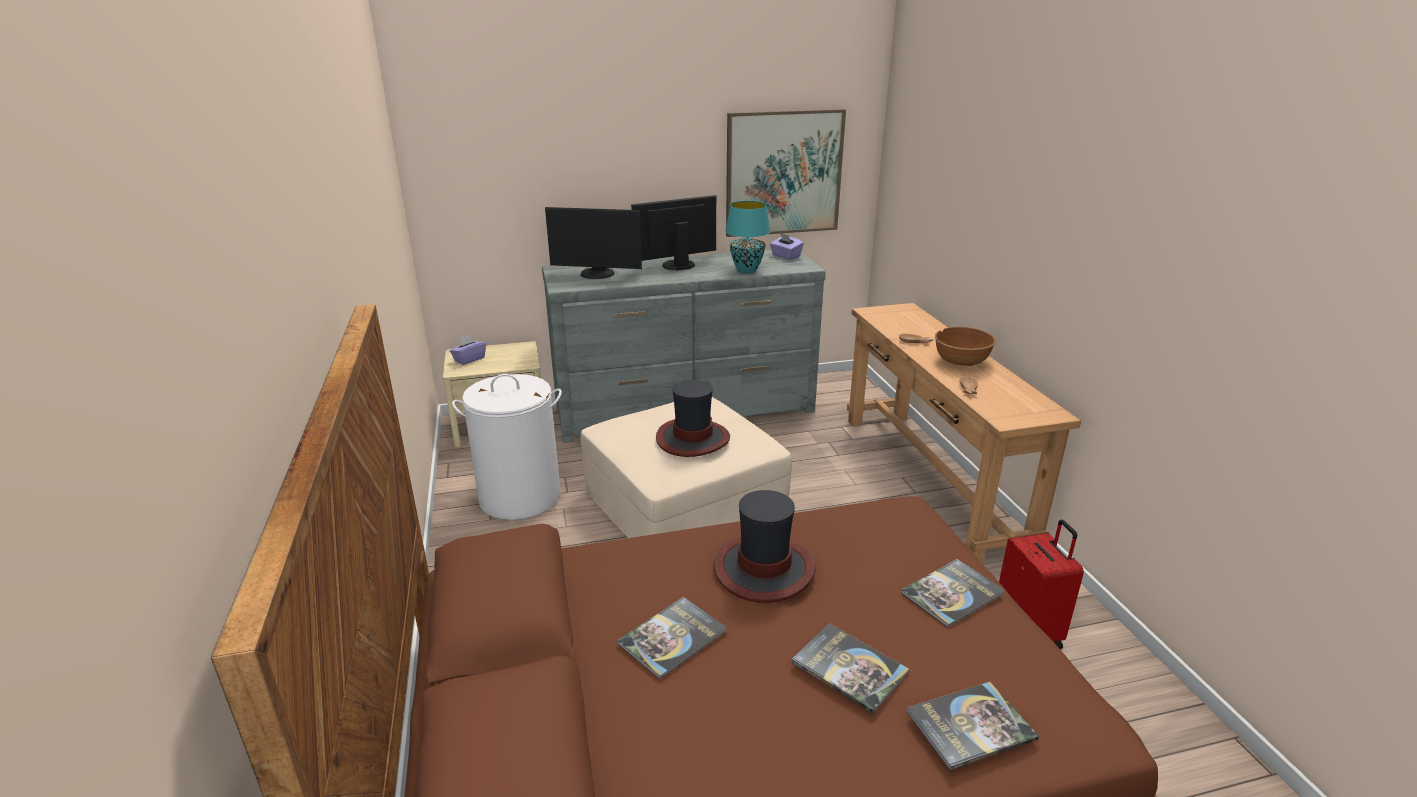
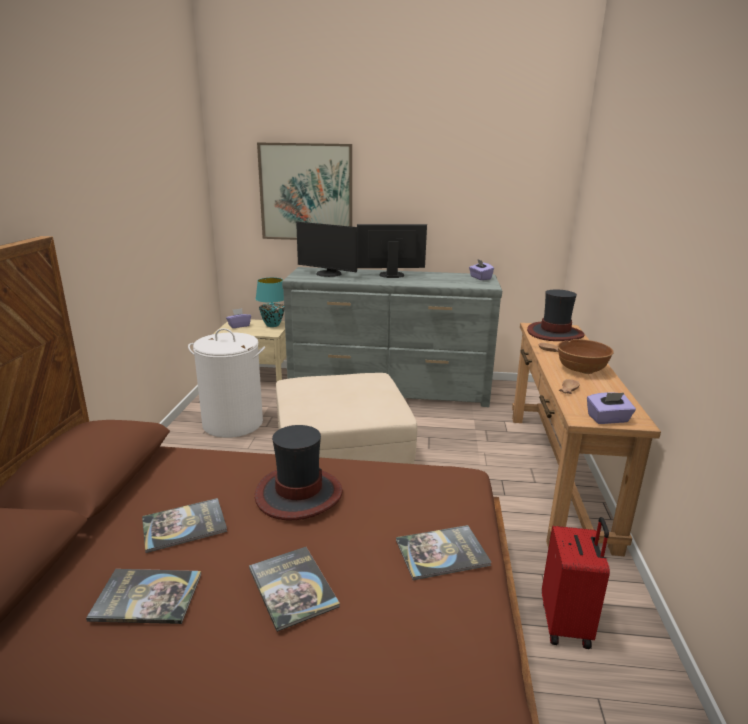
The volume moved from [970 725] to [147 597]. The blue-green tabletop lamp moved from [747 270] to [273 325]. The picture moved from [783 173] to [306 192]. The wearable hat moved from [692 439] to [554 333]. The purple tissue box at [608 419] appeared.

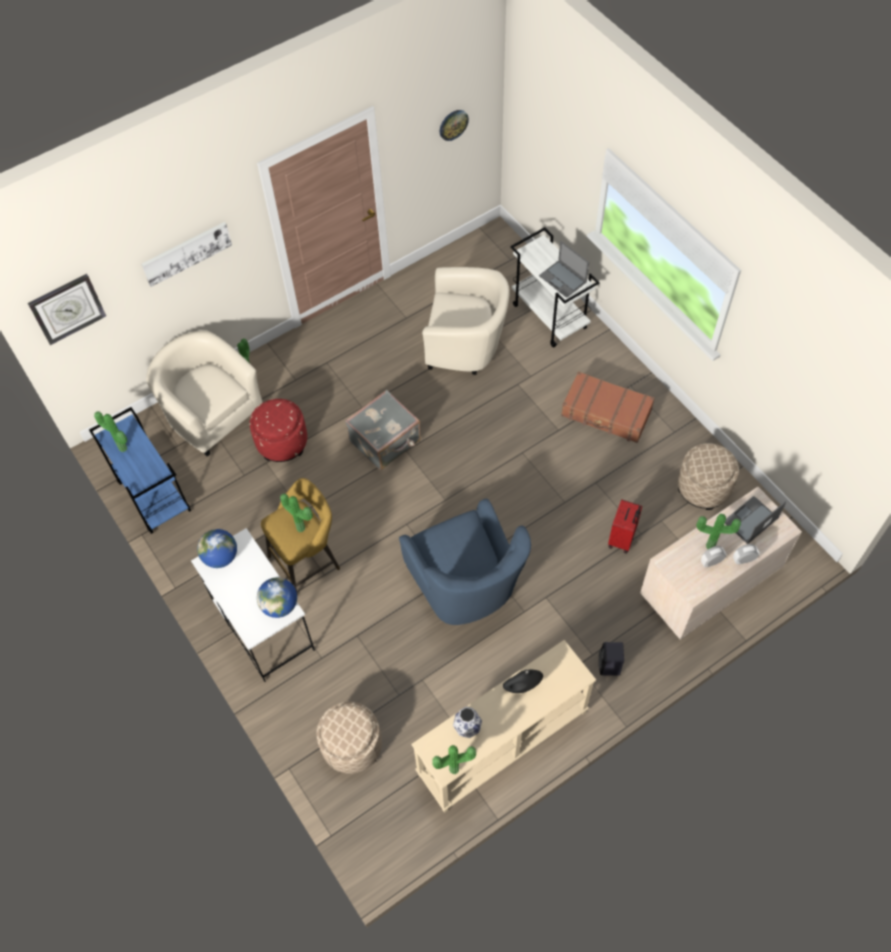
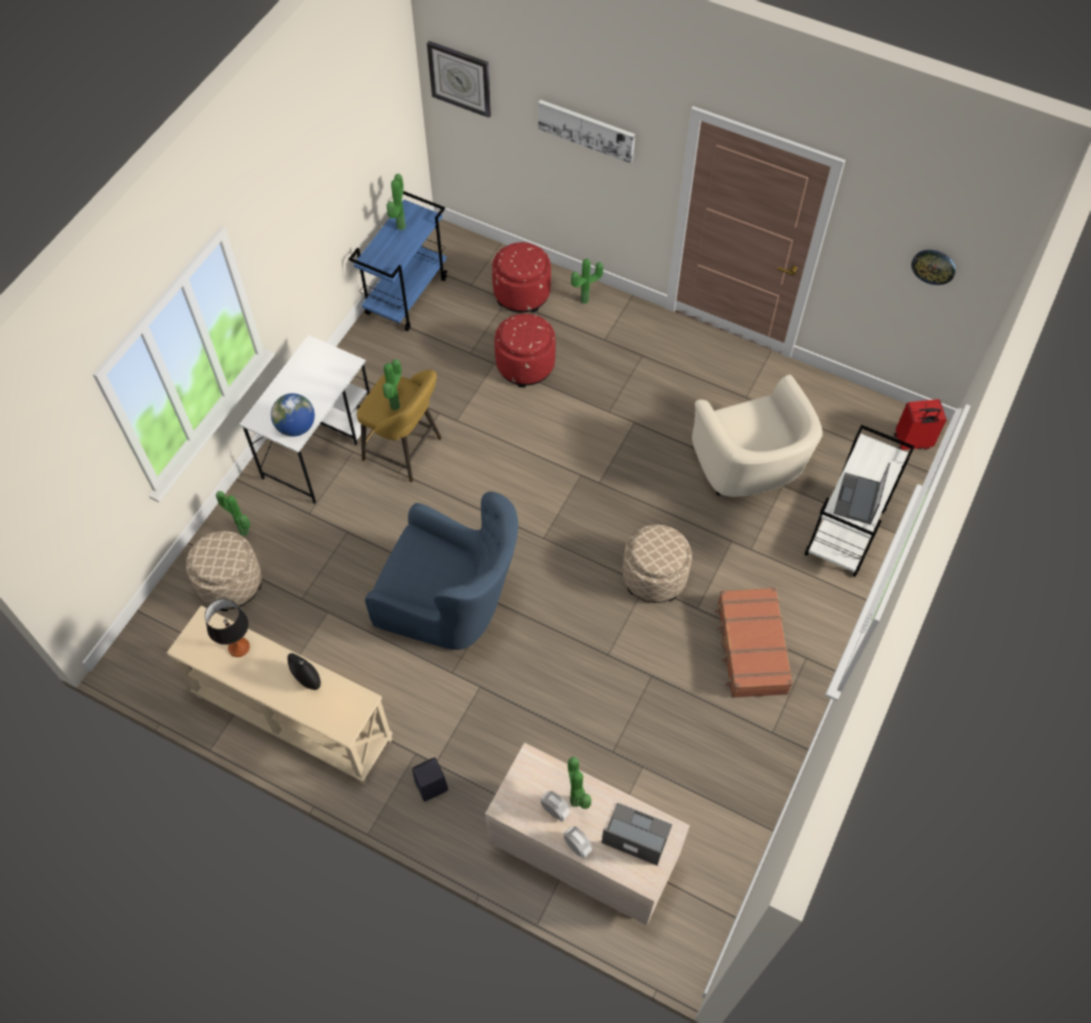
The flower vase at [467 727] was replaced by the tabletop lamp at [239 647]. The houseplant moved from [455 771] to [243 533]. The blue-coloured armchair at [466 587] turned 105 degrees counterclockwise. The beige-coloured armchair at [212 414] was replaced by the red-coloured ottoman at [522 293]. The beige-coloured ottoman moved from [703 487] to [654 577]. The red-coloured piece of luggage moved from [622 539] to [912 443]. The globe at [221 557] disappeared. The gray piece of luggage at [386 441] disappeared.

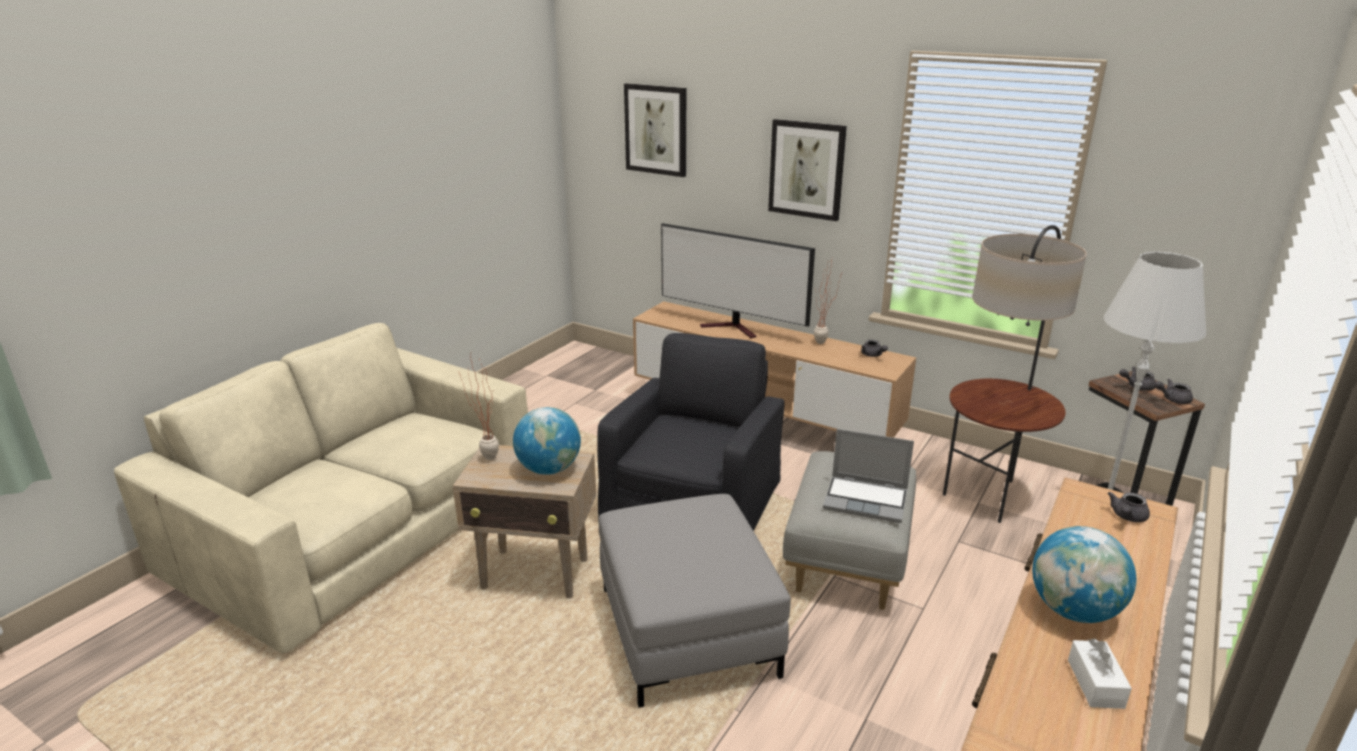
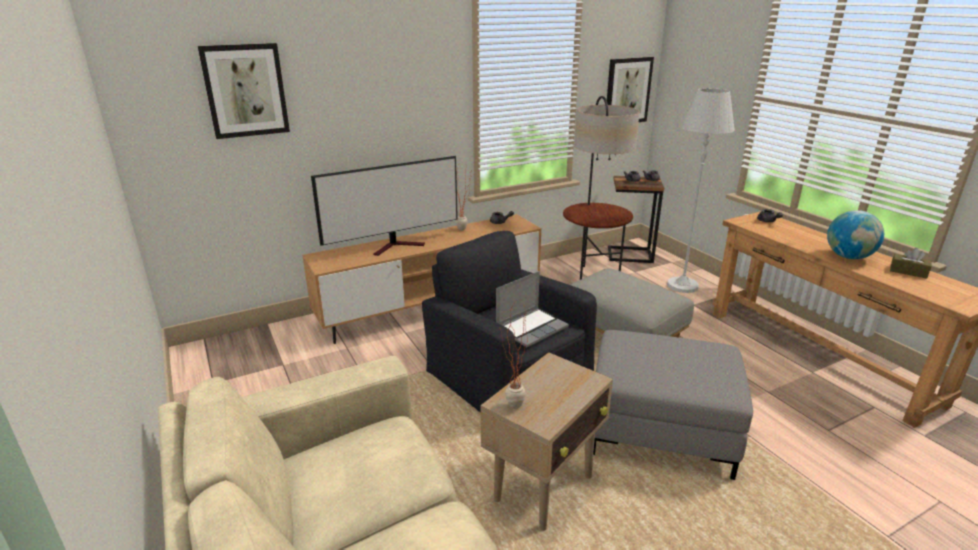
The notebook computer moved from [866 500] to [531 328]. The picture moved from [807 169] to [627 91]. The white tissue box at [1095 683] became the brown-coloured tissue box at [908 272]. The globe at [549 469] disappeared.

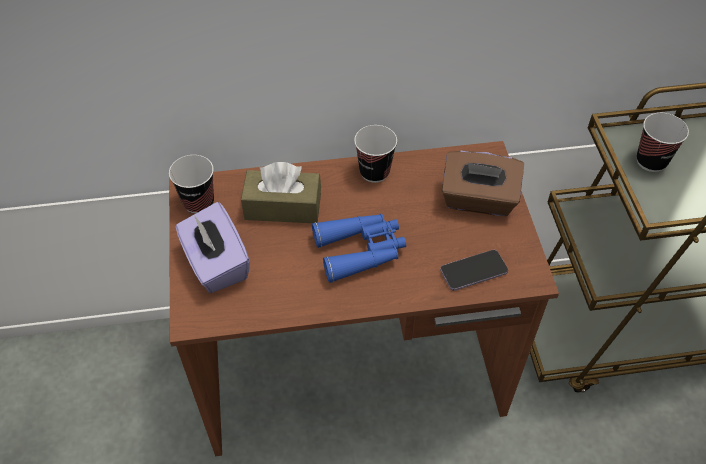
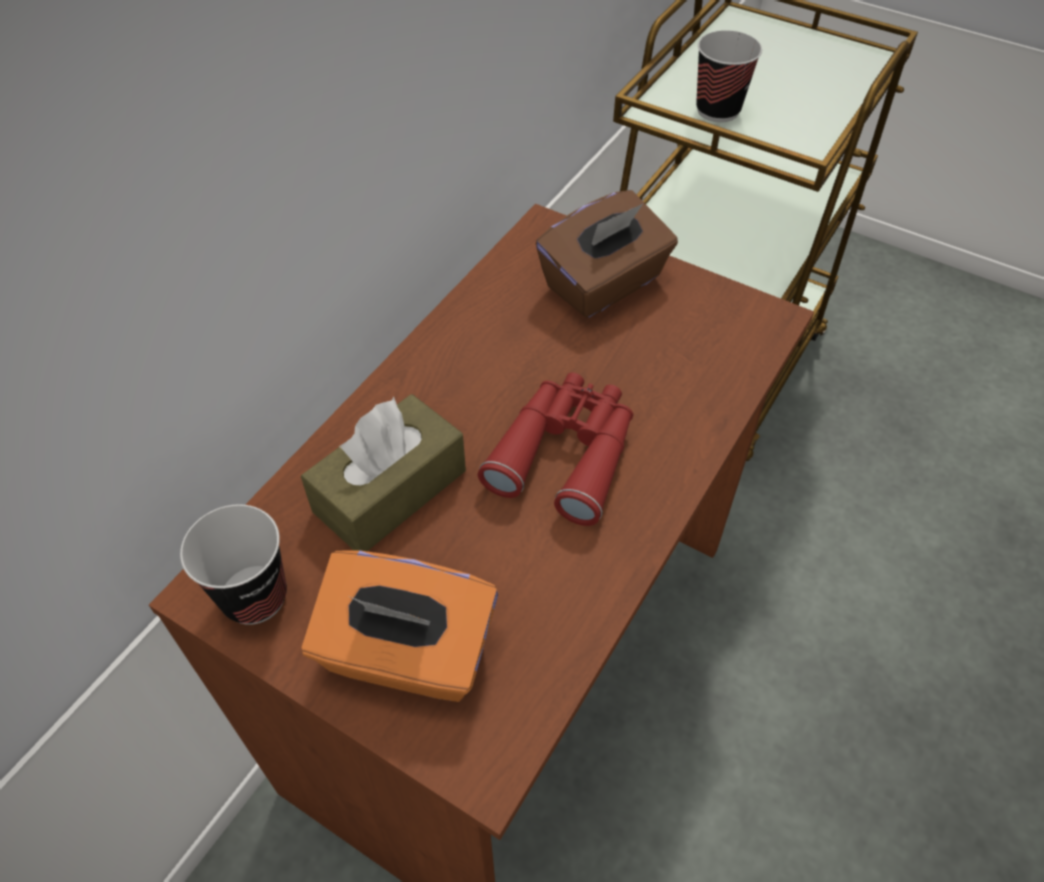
The purple tissue box at [216 264] became the orangey tissue box at [407 654]. The blue-coloured pair of binoculars at [360 250] became the red-coloured pair of binoculars at [565 453]. The drinking cup at [374 172] disappeared. The phone at [473 271] disappeared.

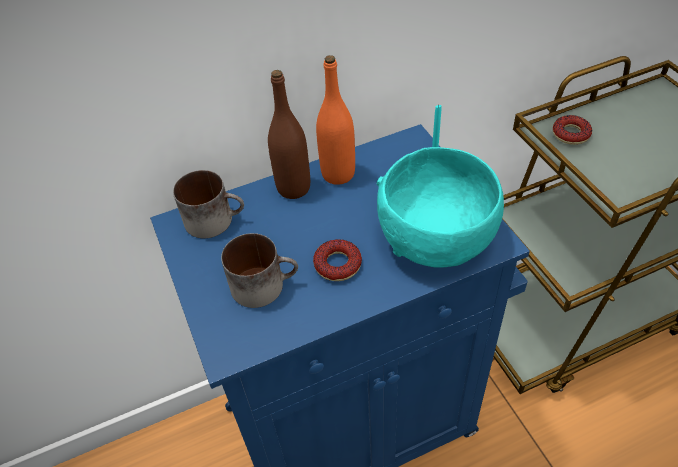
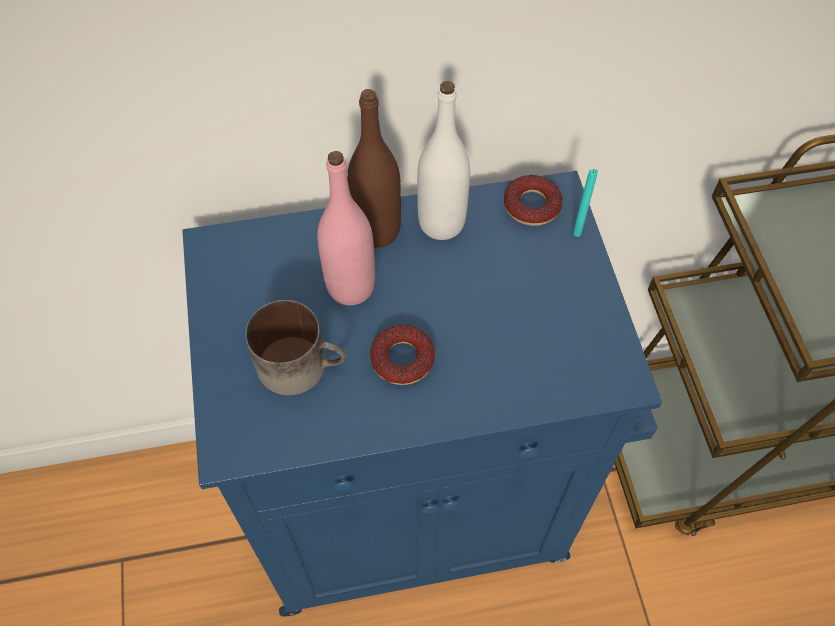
The pink-coloured bottle at [350 287] appeared. The orangey bottle at [338 174] became the white bottle at [441 223]. The donut moved from [571 134] to [532 205]. The coffee mug at [215 219] disappeared. The blue-green deep dish at [436 237] disappeared.

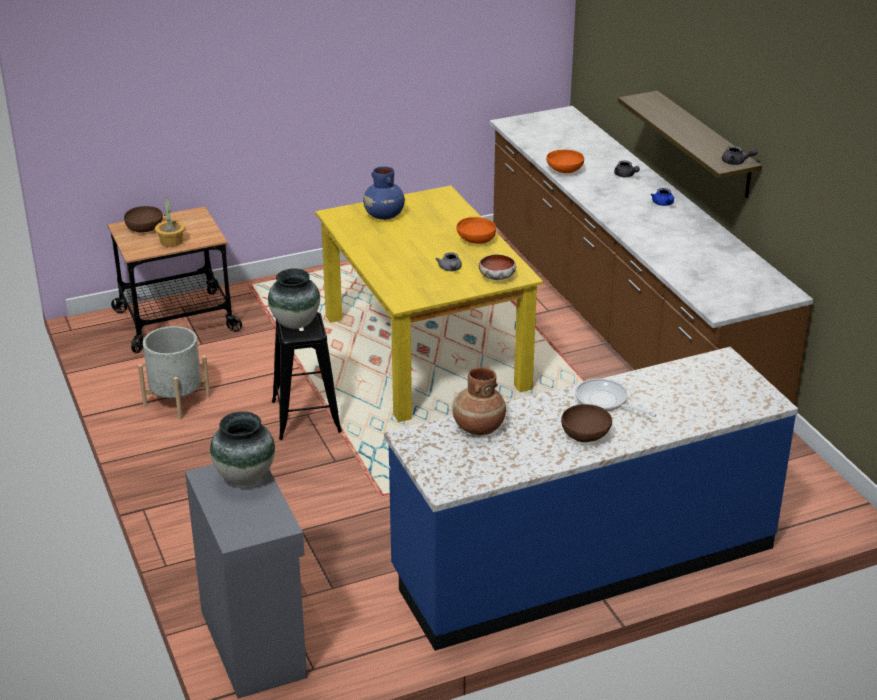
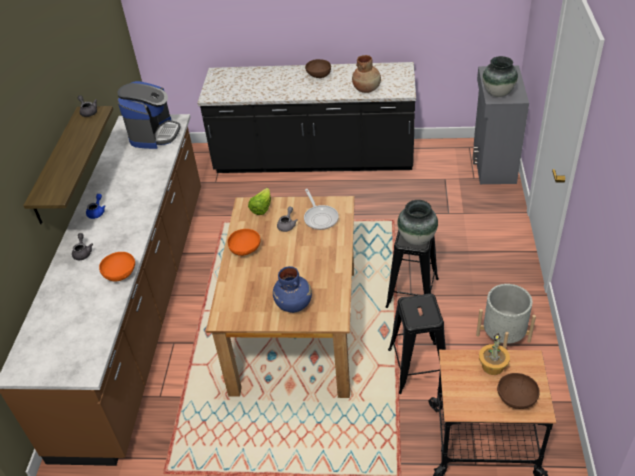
The coffee machine at [154 134] appeared. The blue-coloured counter at [583 561] became the black counter at [314 160]. The yellow-coloured kitchen table at [426 353] became the brown-coloured kitchen table at [295 327]. The deep dish at [497 277] was replaced by the lettuce at [262 208]. The pan moved from [605 402] to [320 218]. The black stool at [417 367] appeared.

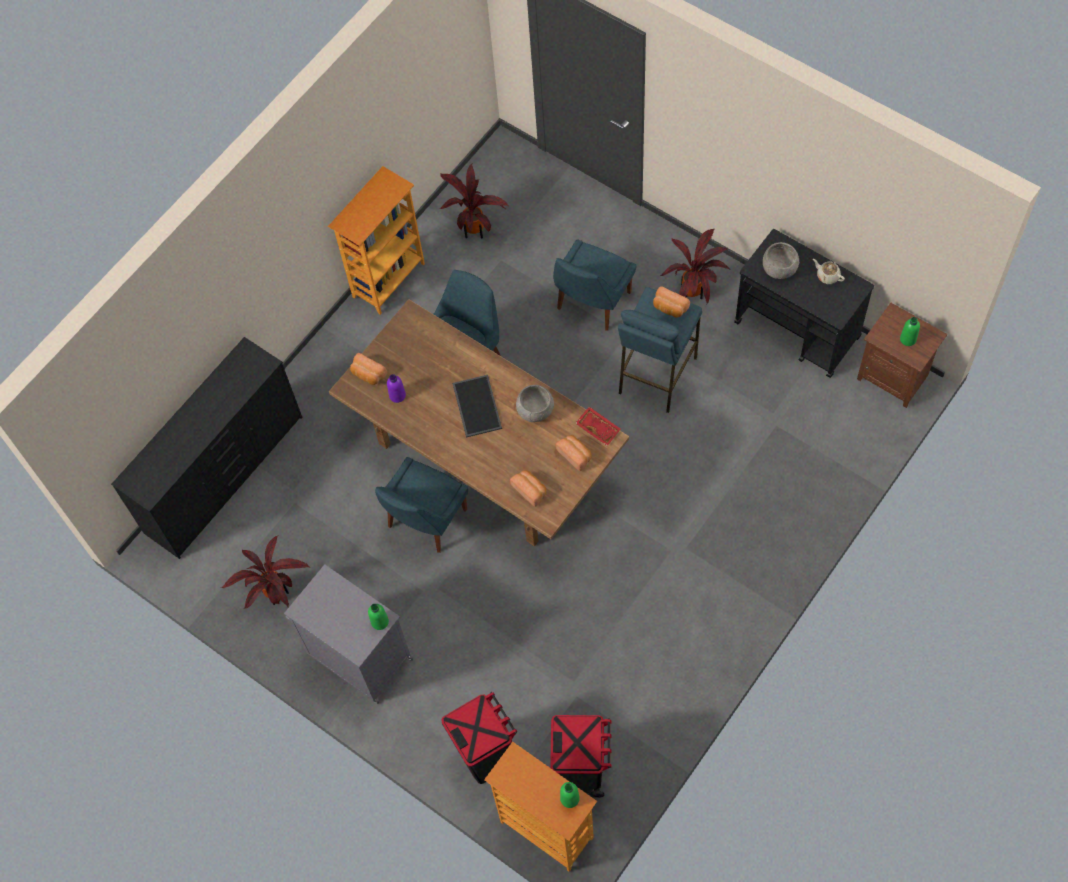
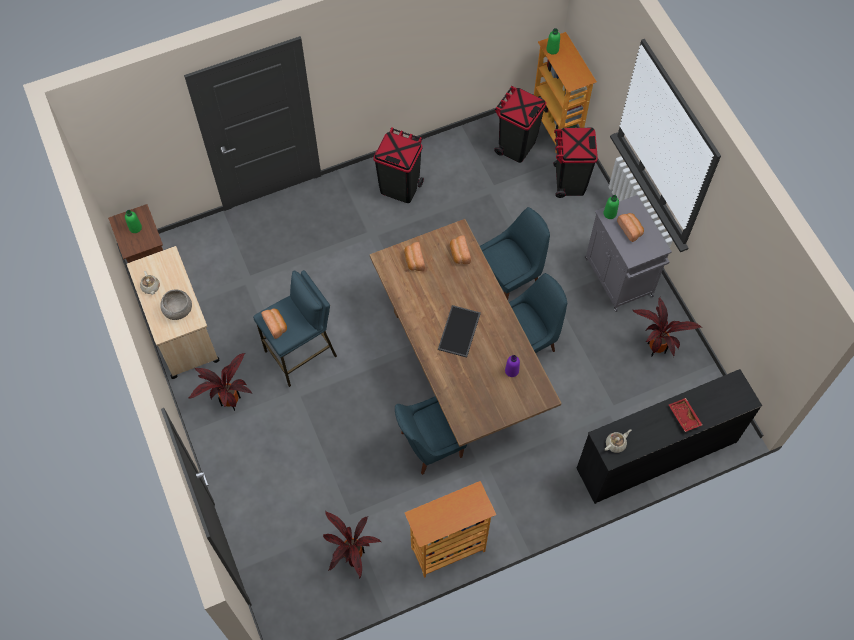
The black wheeled cart at [798 330] became the beige-coloured wheeled cart at [181 331]. The black rubbish bin at [399 187] appeared. The blue-coloured upright chair moved from [592 303] to [511 277]. The beige-coloured tea pot at [616 444] appeared. The baked bread moved from [368 374] to [630 229]. The red-coloured tray moved from [598 428] to [683 417]. The gray deep dish at [535 411] disappeared.

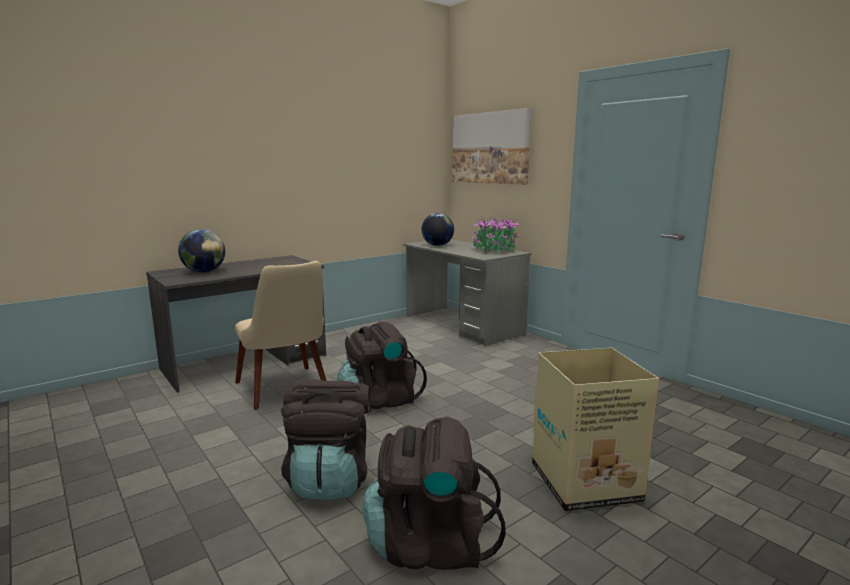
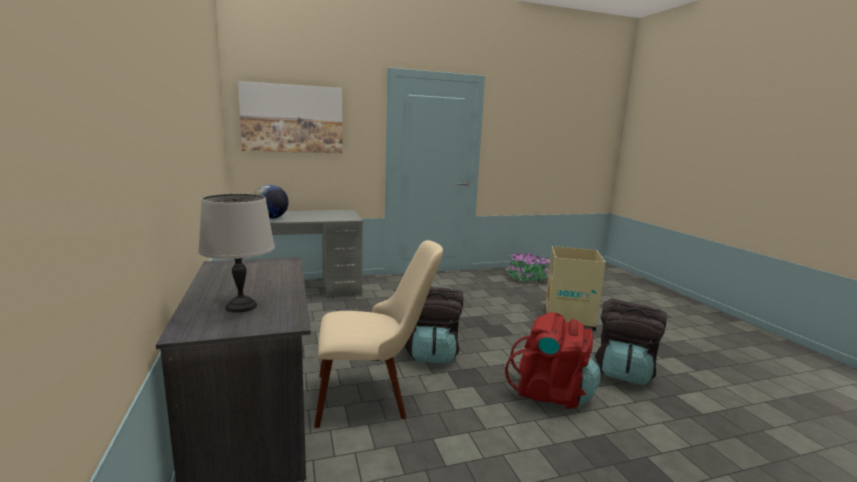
The globe at [204 272] was replaced by the gray tabletop lamp at [240 306]. The houseplant moved from [494 250] to [526 279]. The black backpack at [330 479] became the red-coloured backpack at [551 393].

